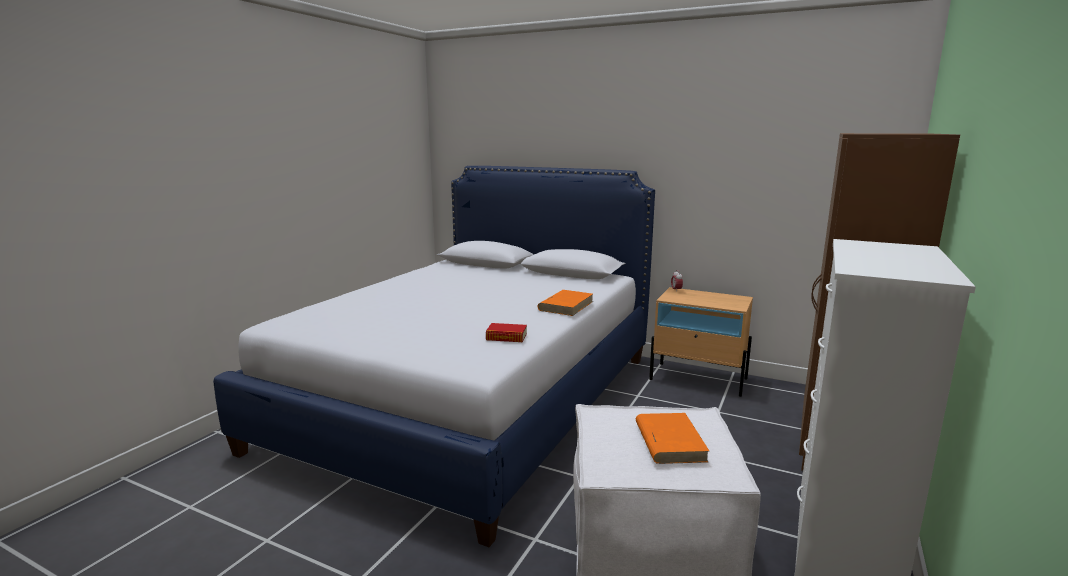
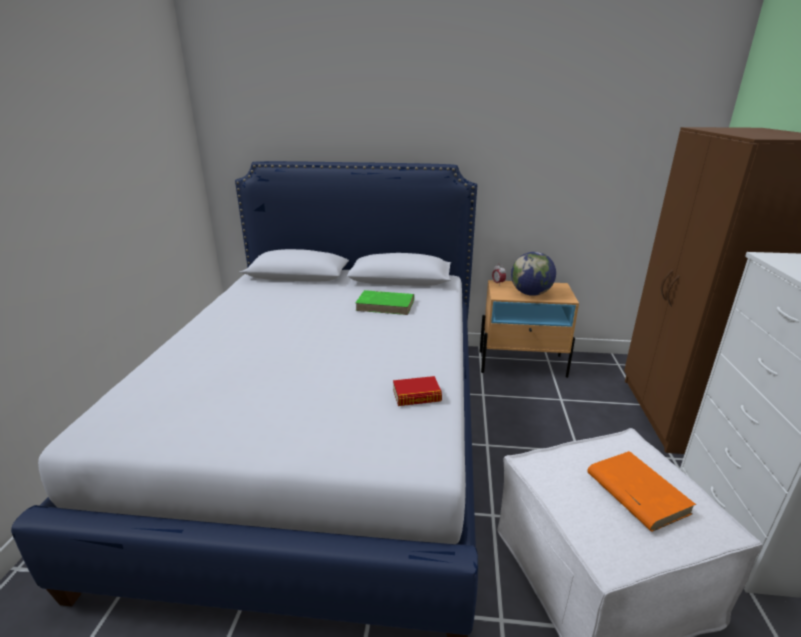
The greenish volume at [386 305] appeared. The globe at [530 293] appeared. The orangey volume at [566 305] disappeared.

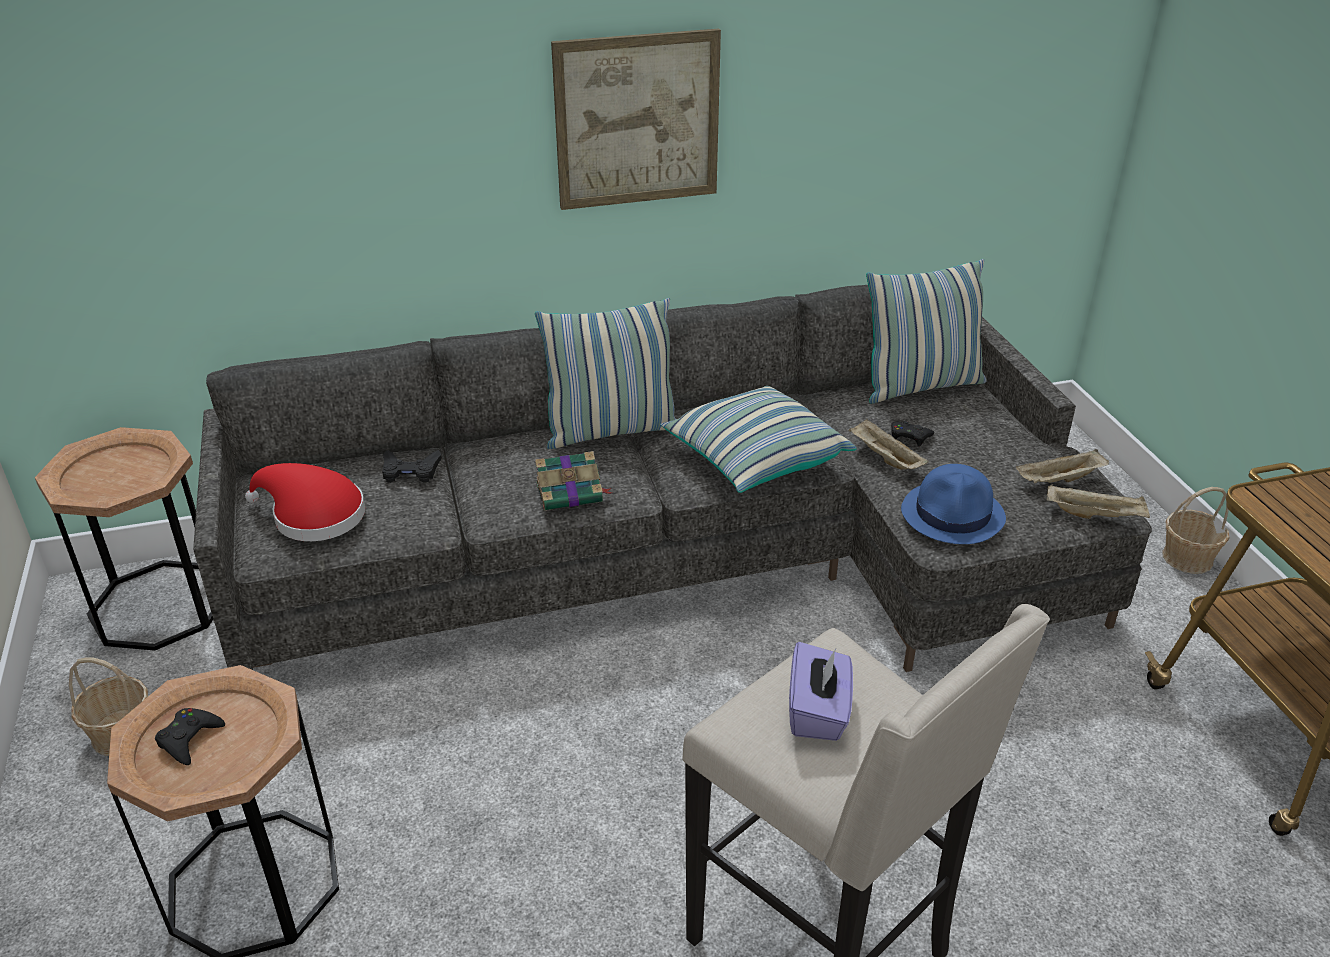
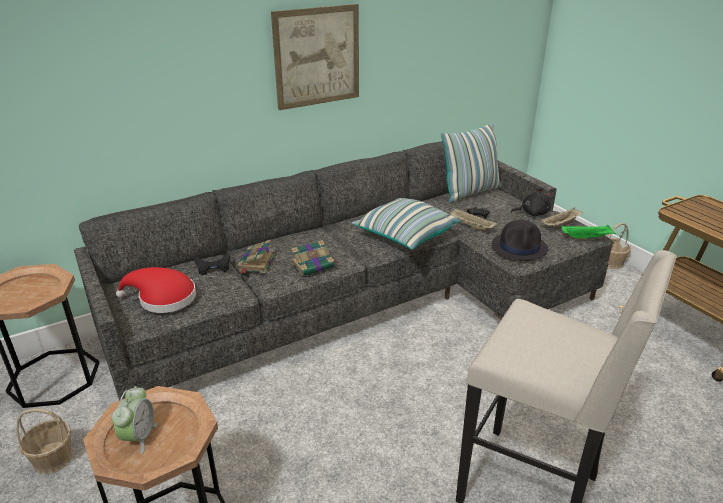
The black gamepad at [189 739] was replaced by the bedside clock at [139 437]. The volume at [256 263] appeared. The blue-coloured wearable hat at [953 514] became the black wearable hat at [519 247]. The black plush toy at [532 213] appeared. The beige-coloured tray at [1095 515] became the greenish tray at [586 238]. The cushion at [611 431] disappeared. The purple tissue box at [818 712] disappeared.

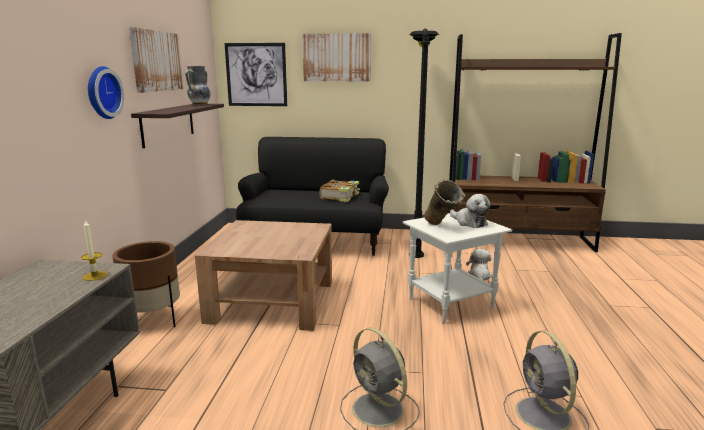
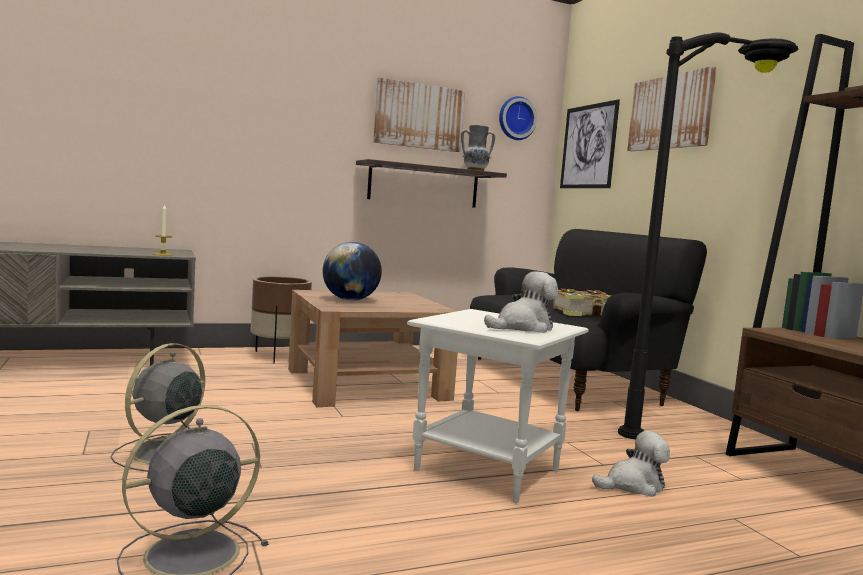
The globe at [350 300] appeared. The plush toy at [469 222] turned 150 degrees counterclockwise. The hanging clock moved from [101 92] to [516 118]. The beige-coloured flower vase at [442 227] disappeared.

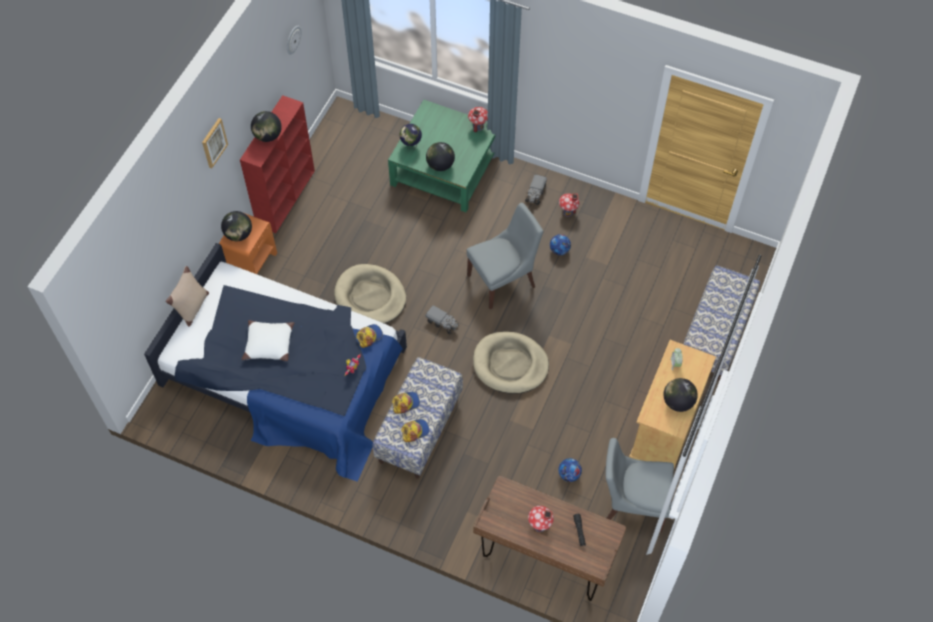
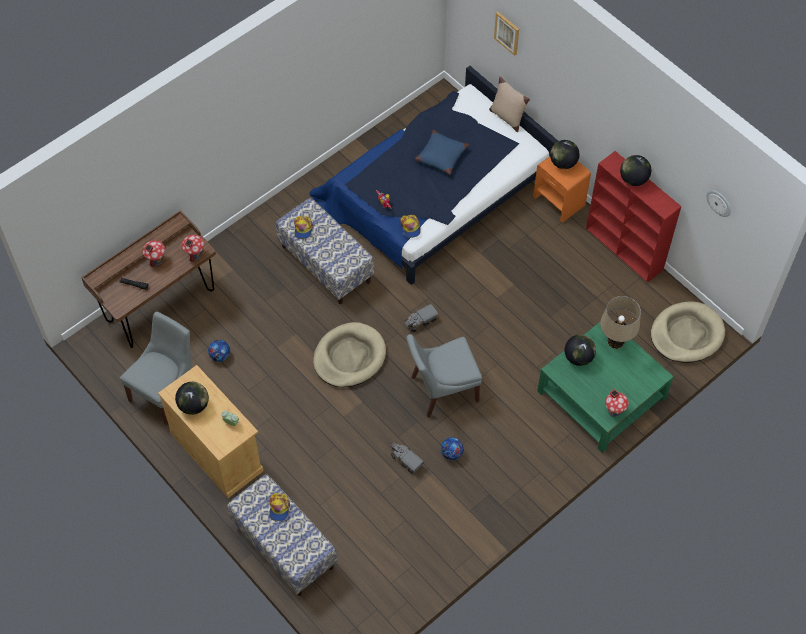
The toy house moved from [567 212] to [195 254]. The cap moved from [405 403] to [279 508]. The toy lorry moved from [535 194] to [406 460]. The gray upright chair at [503 280] turned 75 degrees clockwise. The white cushion at [269 344] became the blue-coloured cushion at [441 156]. The picture moved from [214 142] to [507 33]. The globe at [411 145] was replaced by the beige-coloured tabletop lamp at [615 342]. The beige-coloured dog cushion moved from [370 297] to [686 334].

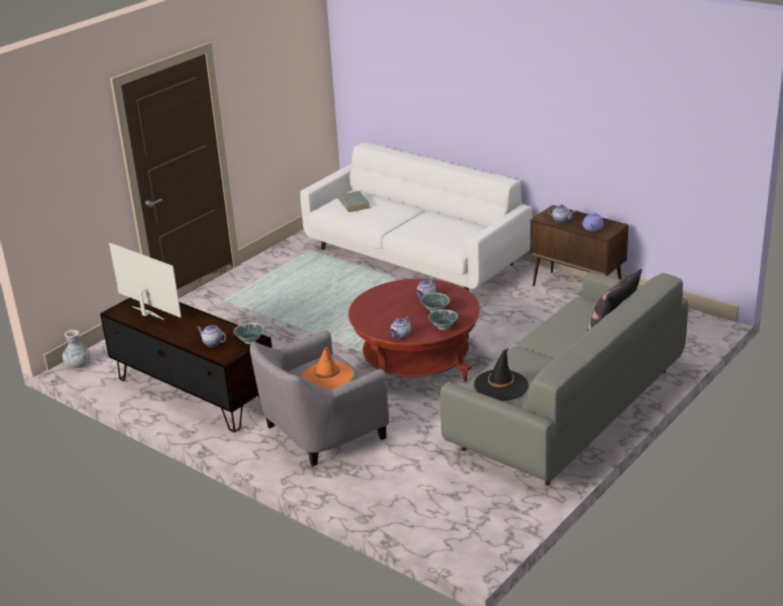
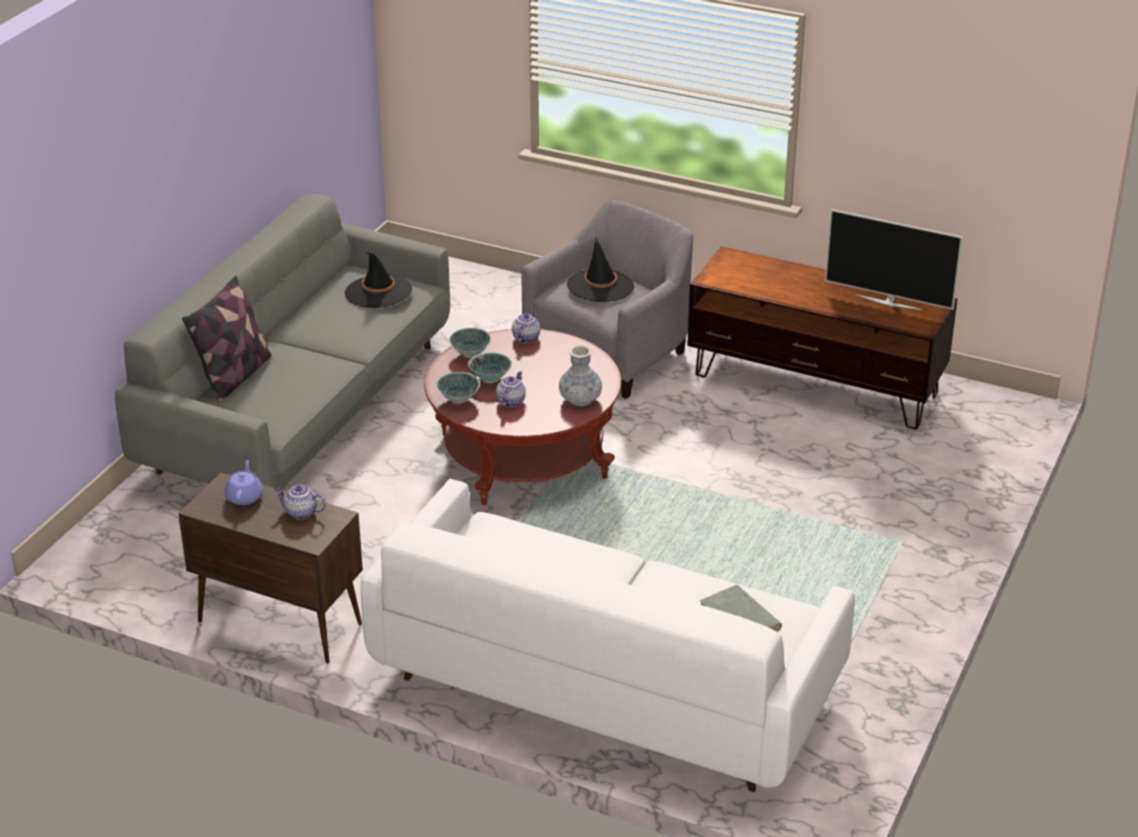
The deep dish moved from [250 341] to [458 399]. The flower vase moved from [78 364] to [580 399]. The orangey wearable hat at [327 377] became the black wearable hat at [600 286]. The tea pot at [212 343] disappeared.

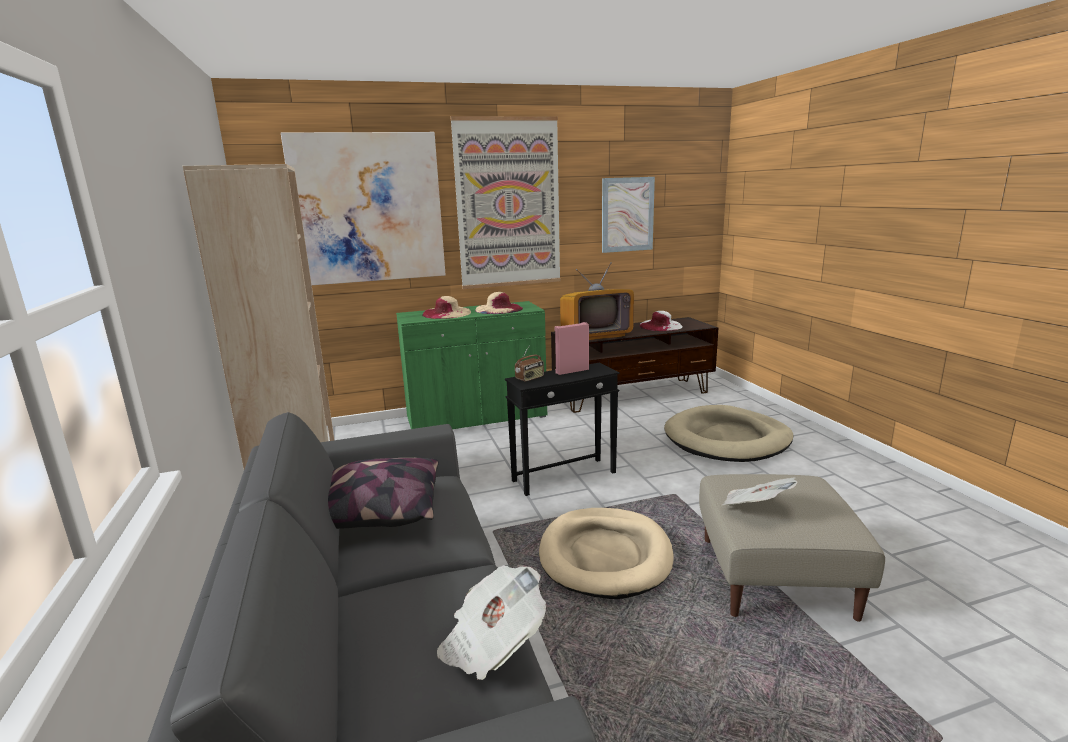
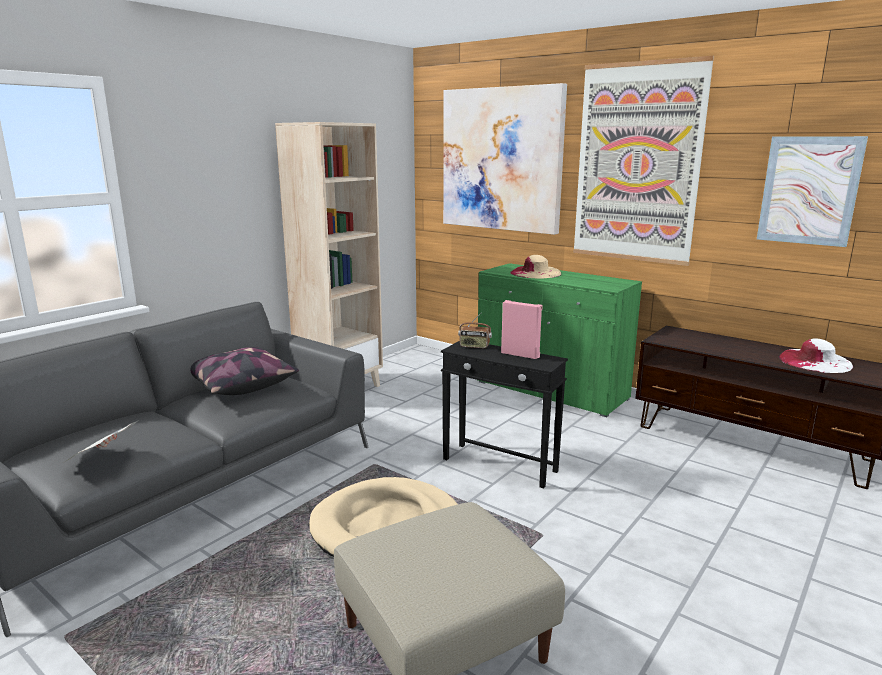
The beige-coloured wearable hat at [498 309] disappeared. The TV set at [596 334] disappeared. The beige-coloured dog cushion at [727 439] disappeared. The newspaper at [755 508] disappeared.

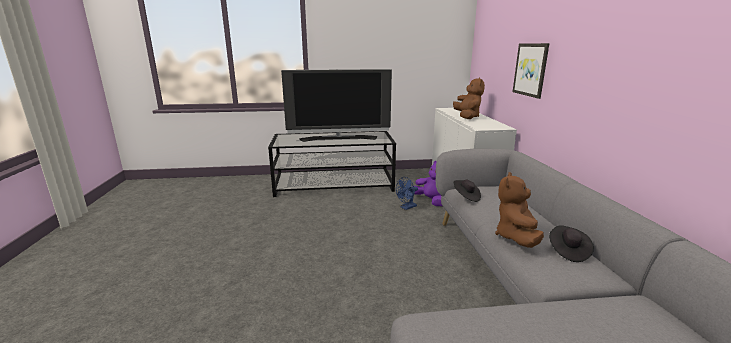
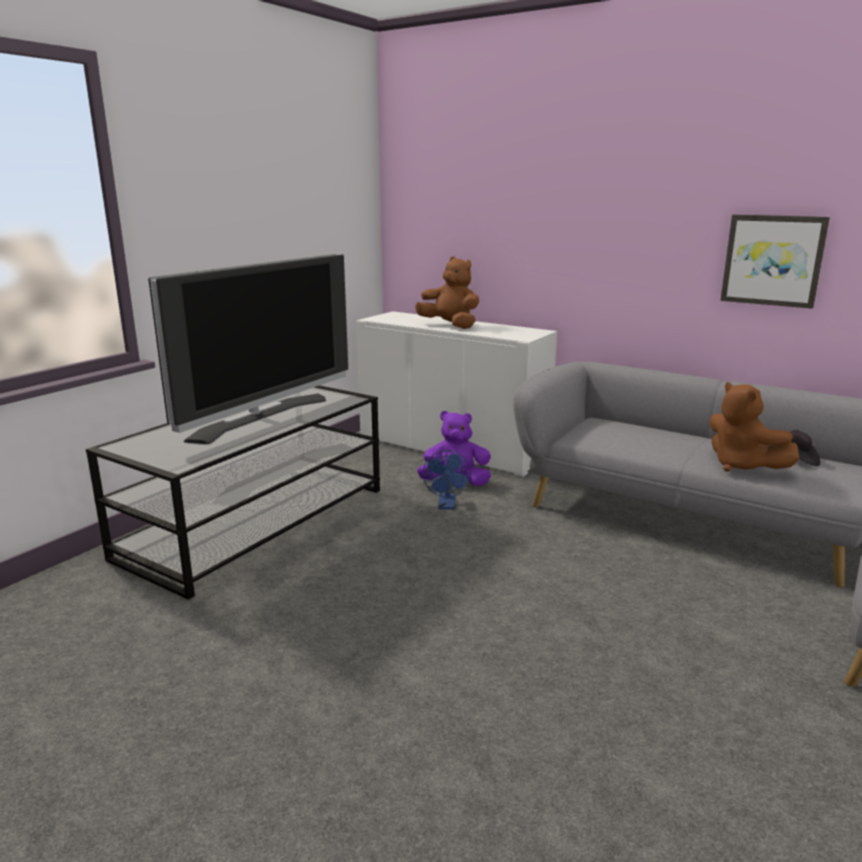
The picture moved from [531 69] to [772 260]. The black wearable hat at [466 197] disappeared.

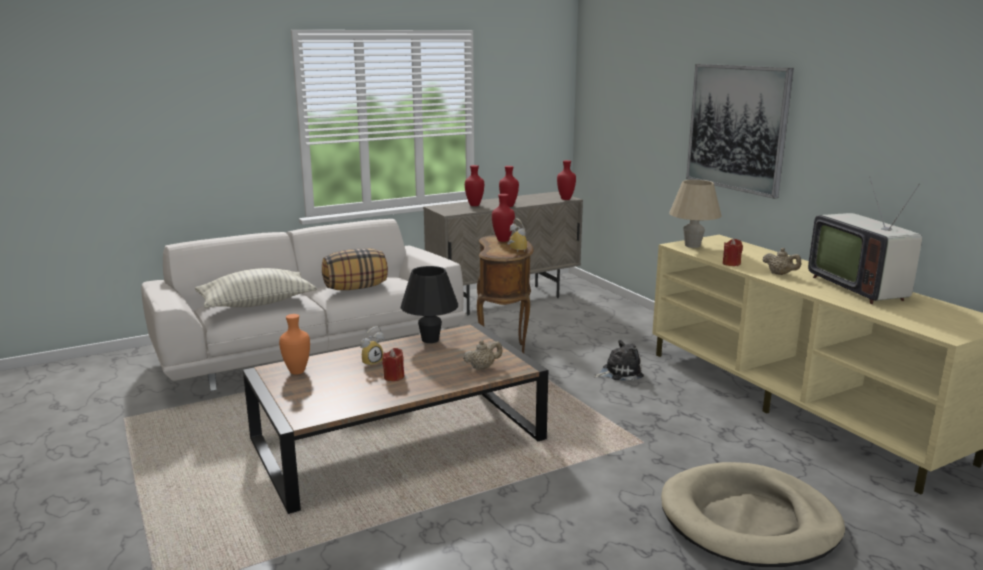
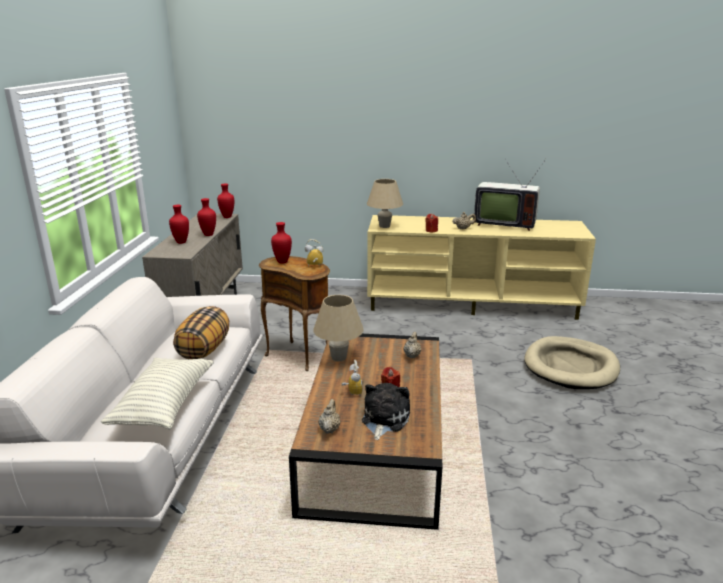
The black tabletop lamp at [430 340] became the beige-coloured tabletop lamp at [338 357]. The orangey flower vase at [297 371] was replaced by the beige-coloured tea pot at [329 429]. The plush toy moved from [619 372] to [384 420]. The picture at [737 128] disappeared.

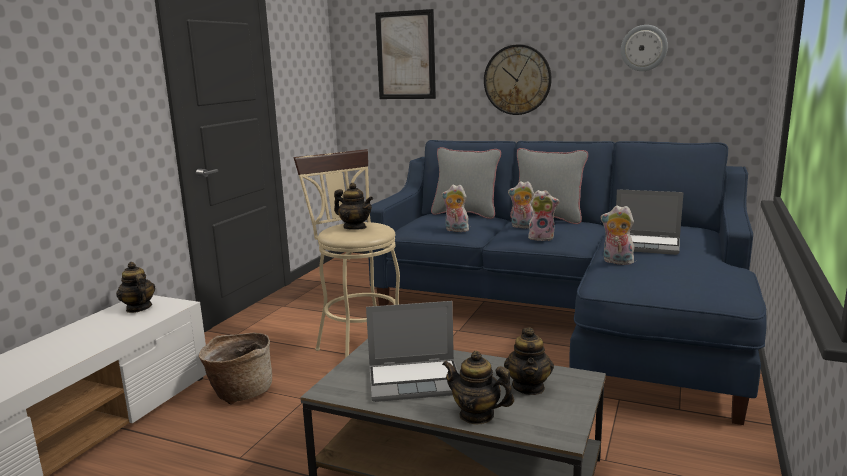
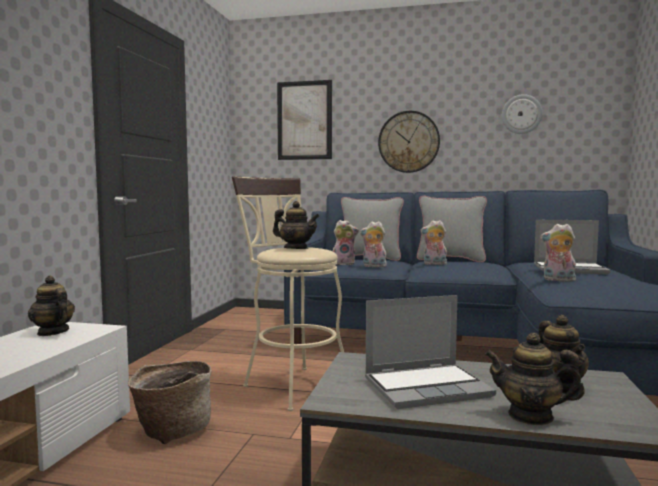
The plush toy moved from [542 238] to [344 263].

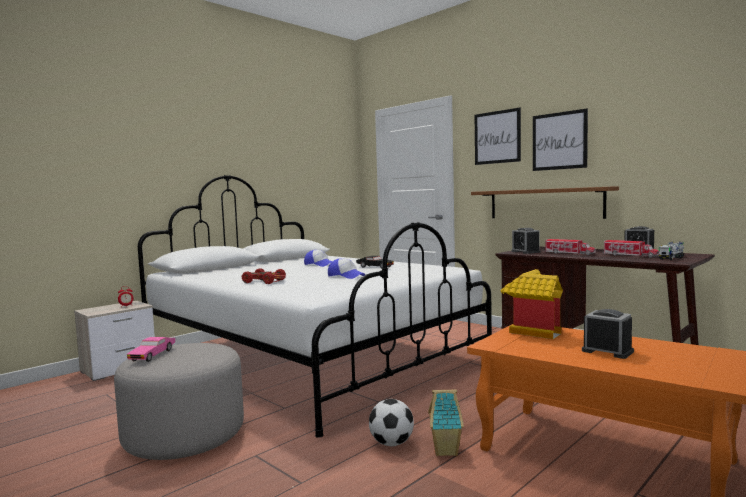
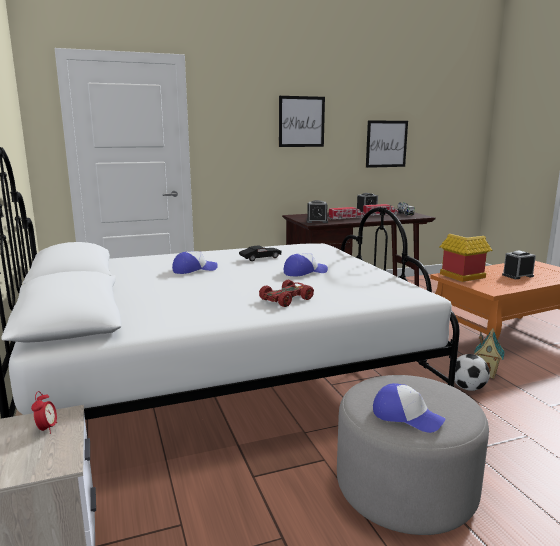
The picture moved from [497 137] to [386 144]. The pink-coloured miniature car at [152 355] was replaced by the cap at [406 416]. The brown-coloured bracket shelf at [544 203] disappeared.

